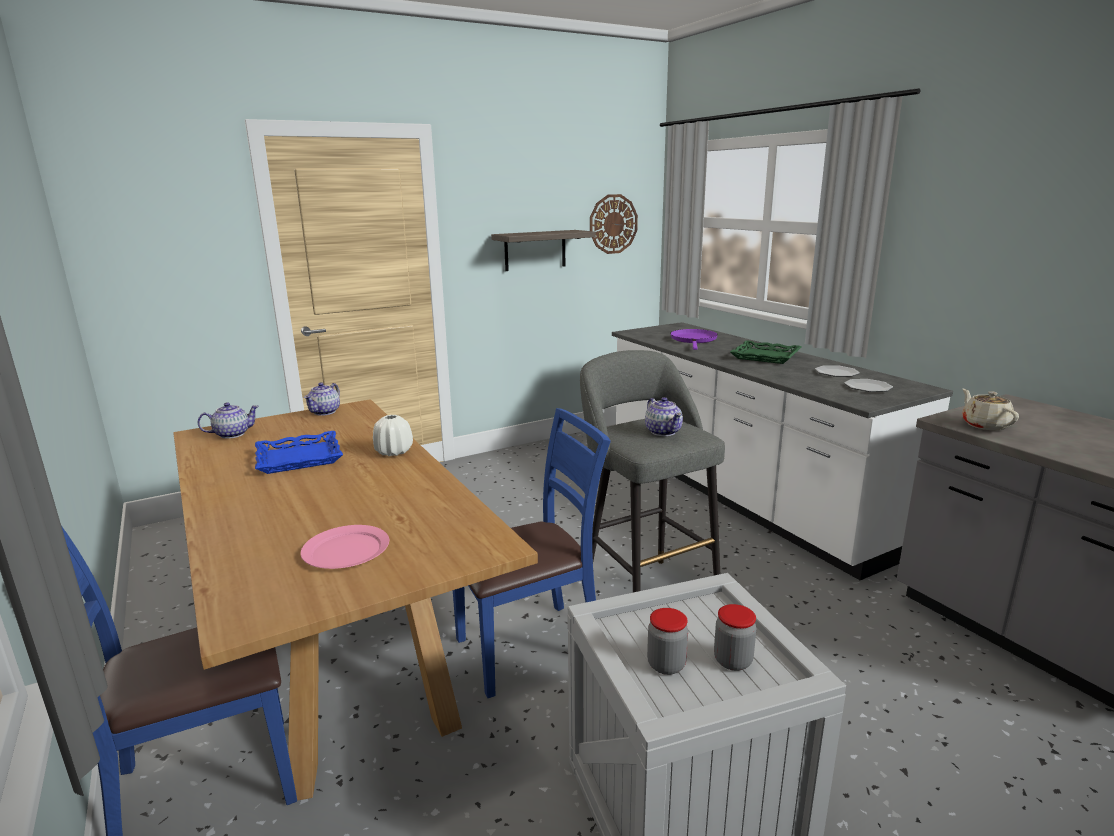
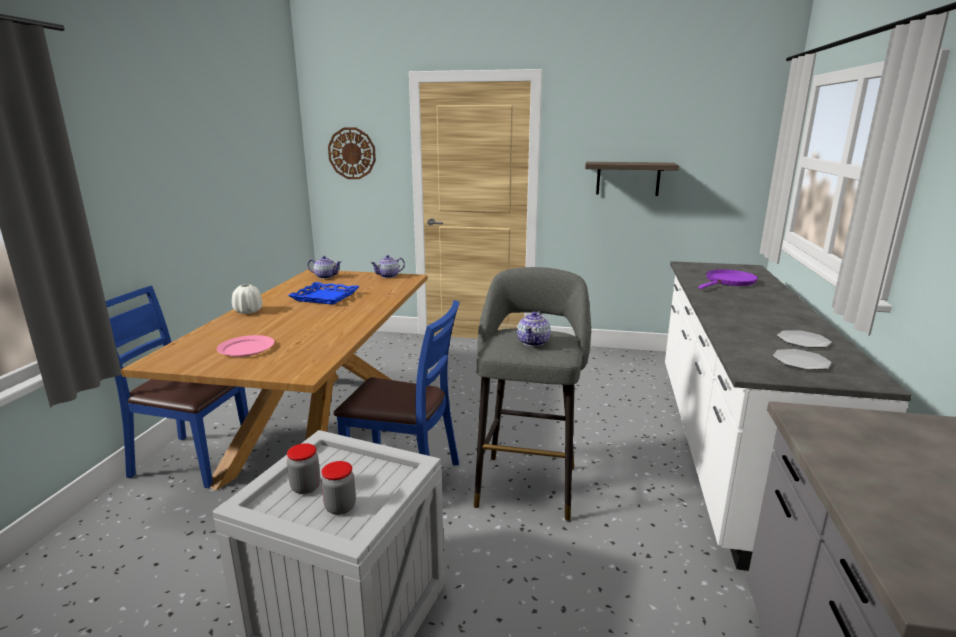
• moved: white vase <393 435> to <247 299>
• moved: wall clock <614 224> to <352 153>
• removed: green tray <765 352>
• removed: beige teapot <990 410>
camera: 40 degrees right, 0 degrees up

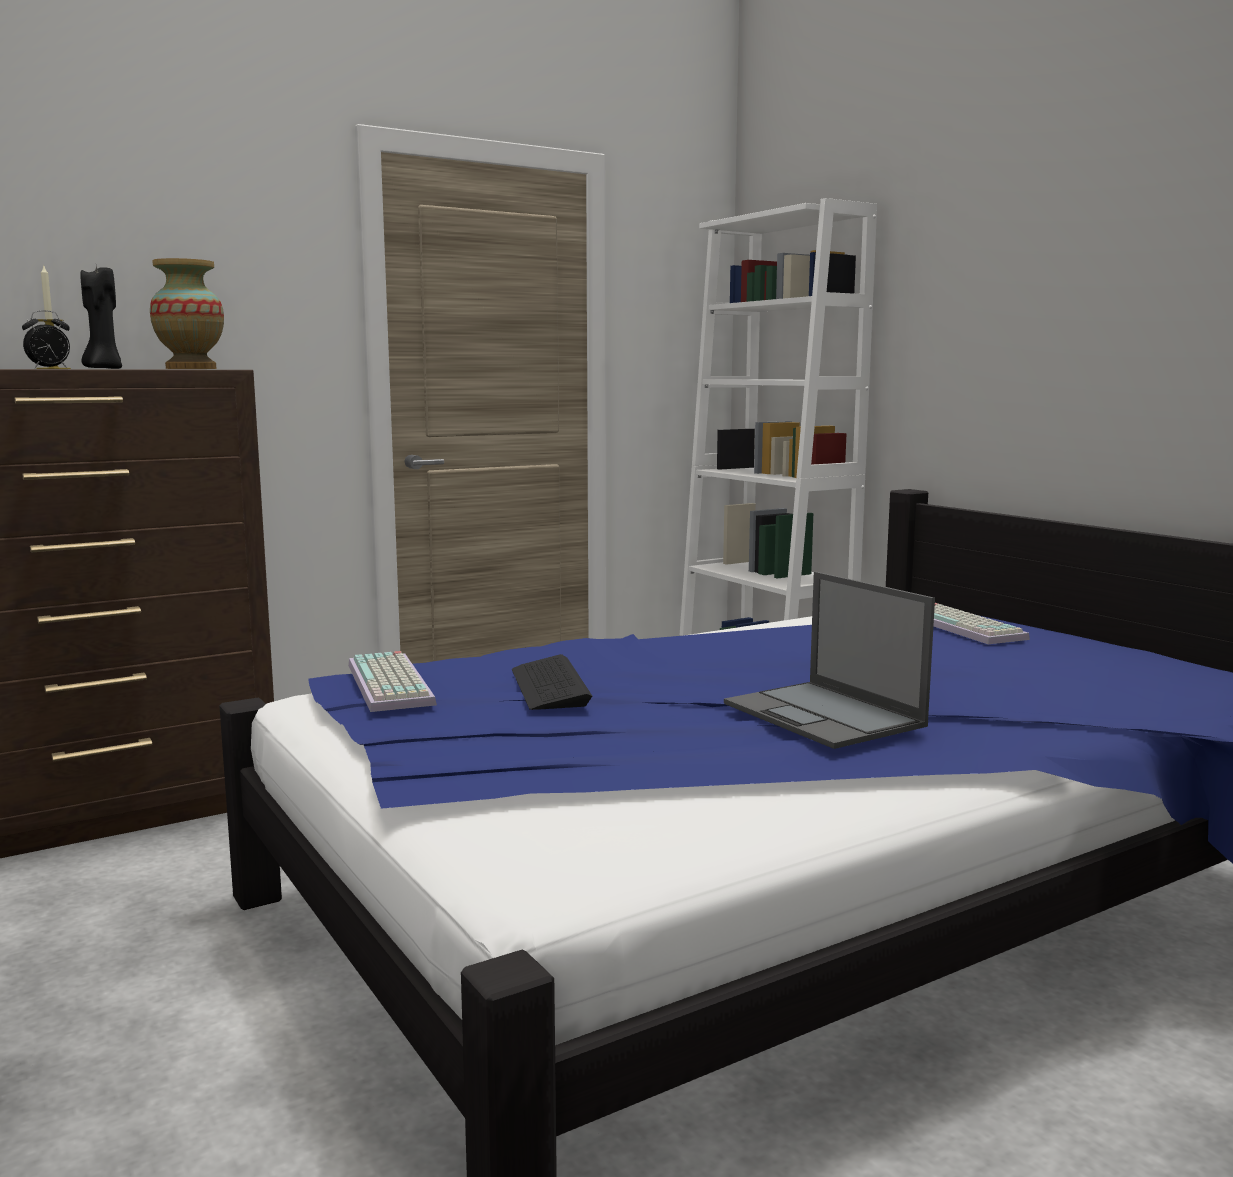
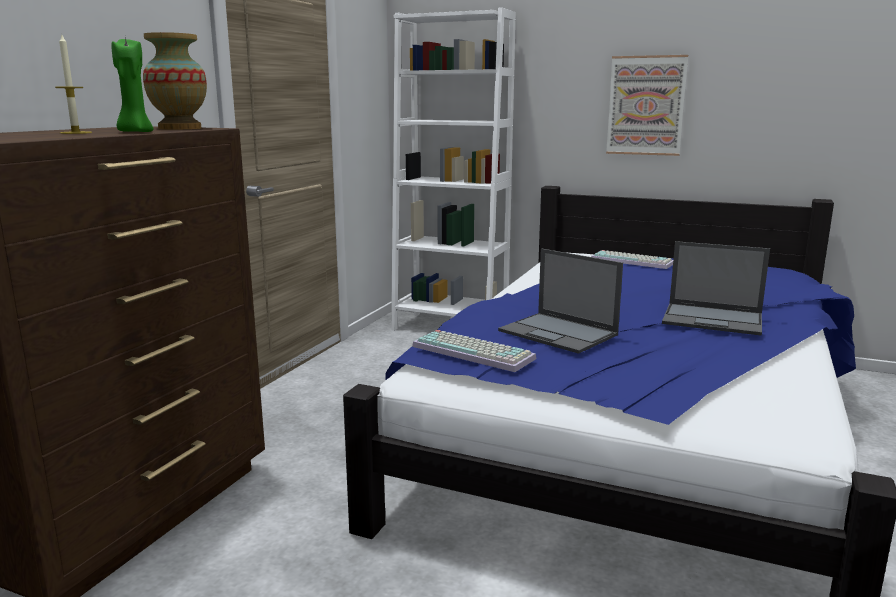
• recoloured: black candle <101 317> to green candle <132 84>
• replaced: keyboard <552 682> to laptop <560 301>
• added: picture <647 105>
• removed: alarm clock <46 339>
camera: 35 degrees left, 5 degrees up

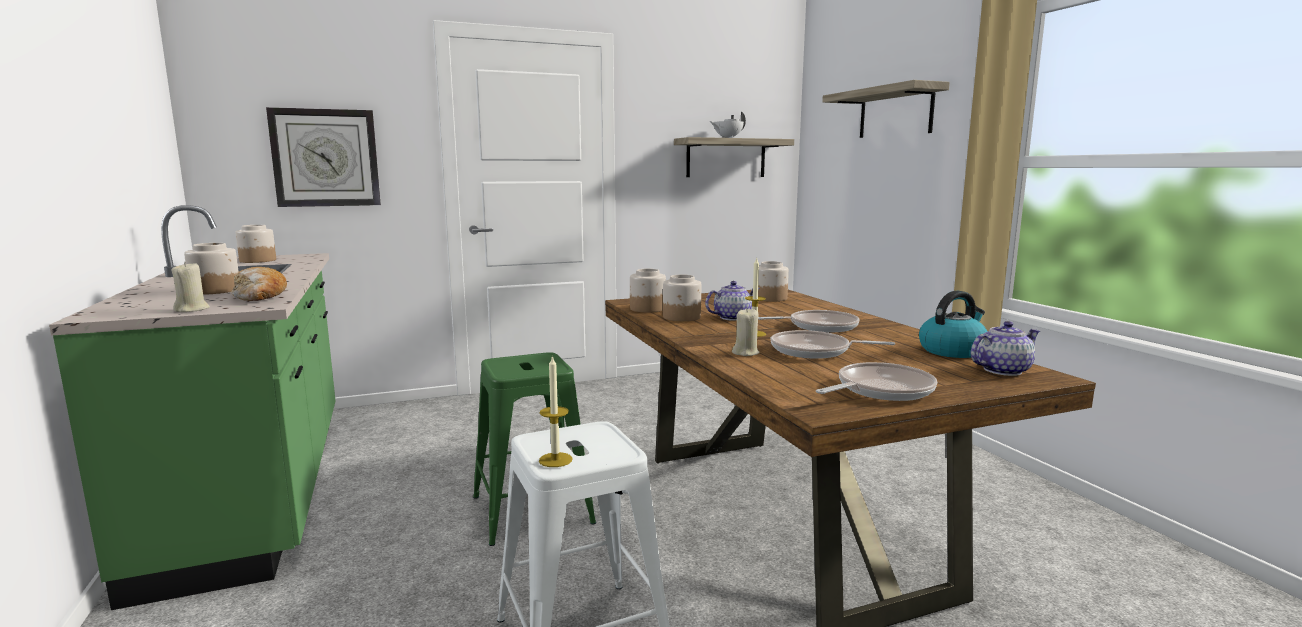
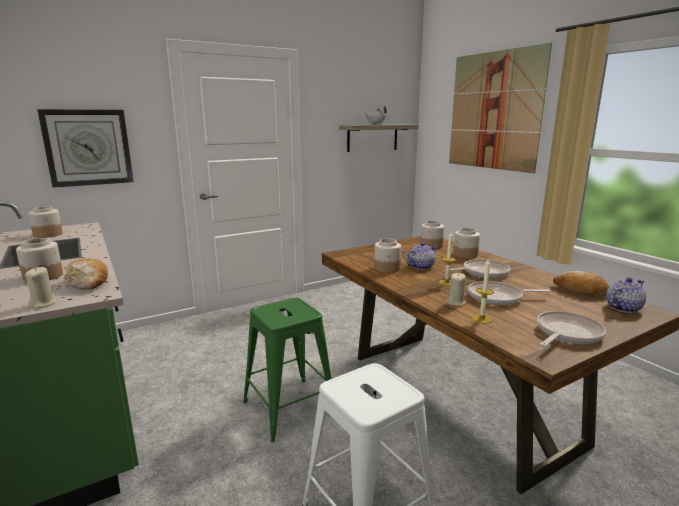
• replaced: shelf <886 109> to picture <500 108>
• moved: jar <648 291> to <466 243>
• moved: candle <556 411> to <483 291>
• replaced: kettle <953 324> to bread <581 283>
camera: 10 degrees left, 5 degrees up

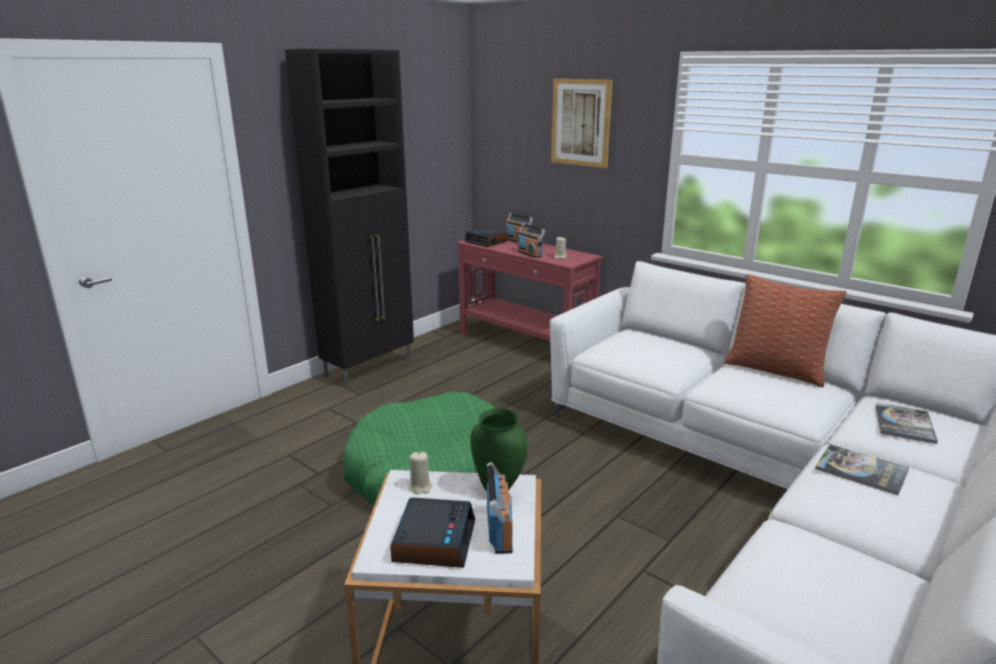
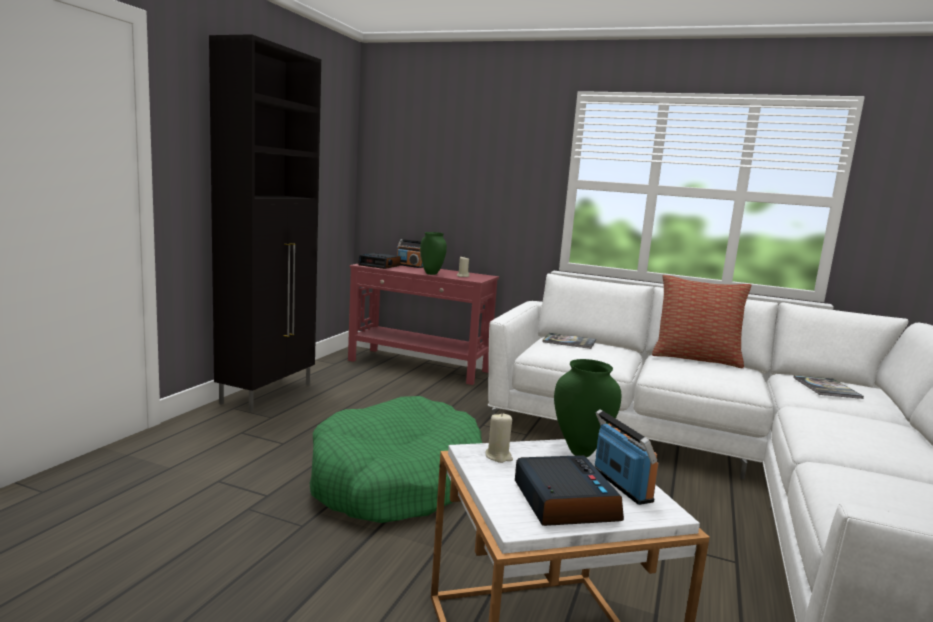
• replaced: radio <531 240> to green vase <433 253>
• moved: book <862 469> to <569 341>
• removed: picture <582 123>
camera: 20 degrees left, 10 degrees down

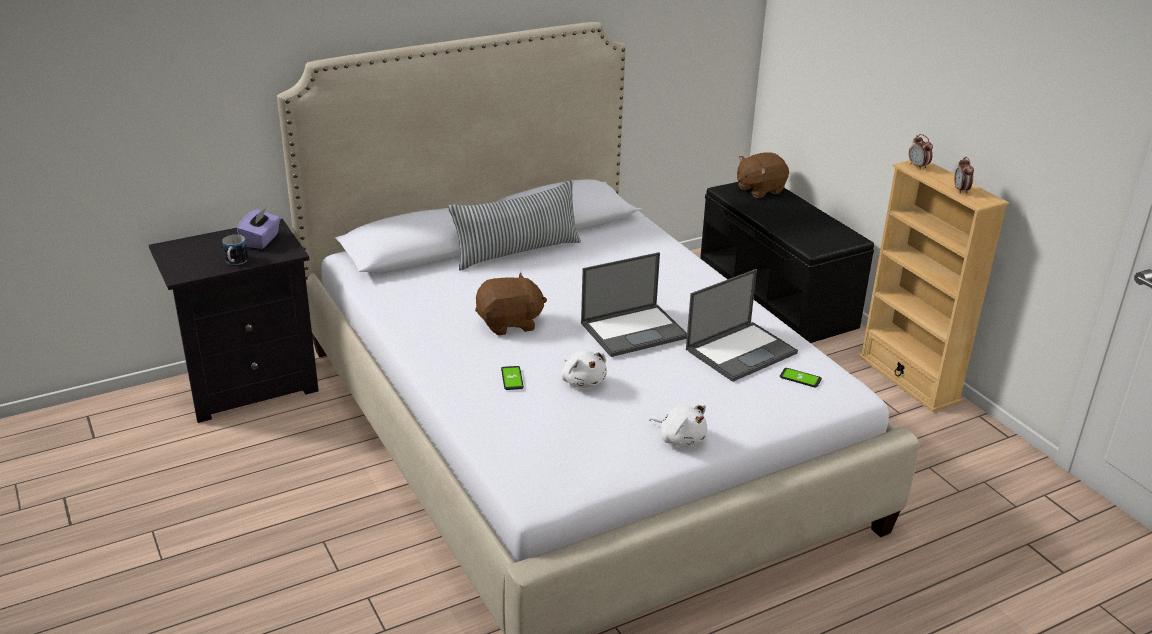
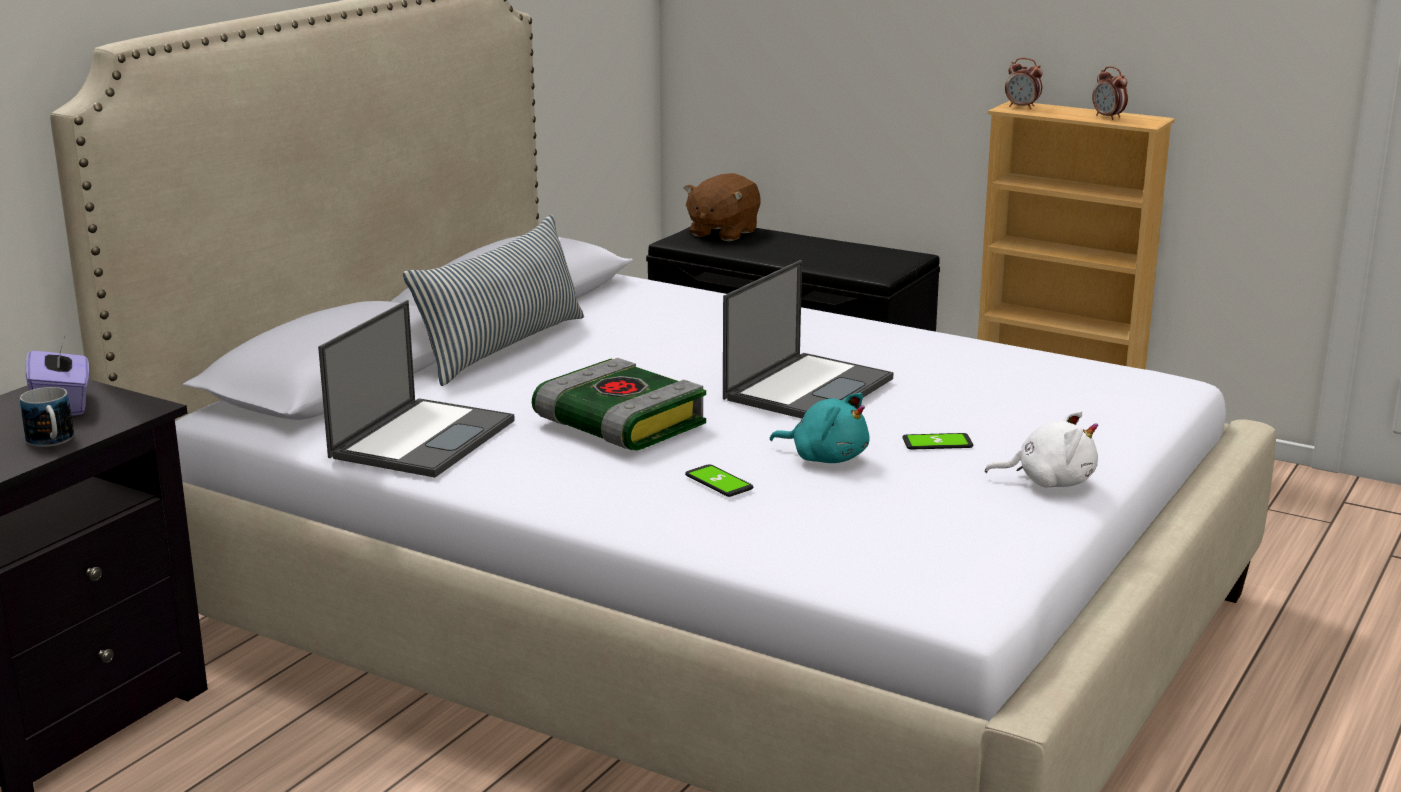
• moved: laptop <742 325> to <416 389>
• replaced: brown plush toy <511 304> to book <619 404>
• recoloured: white plush toy <584 369> to turquoise plush toy <820 428>
• moved: phone <801 378> to <937 441>
camera: 30 degrees left, 10 degrees down

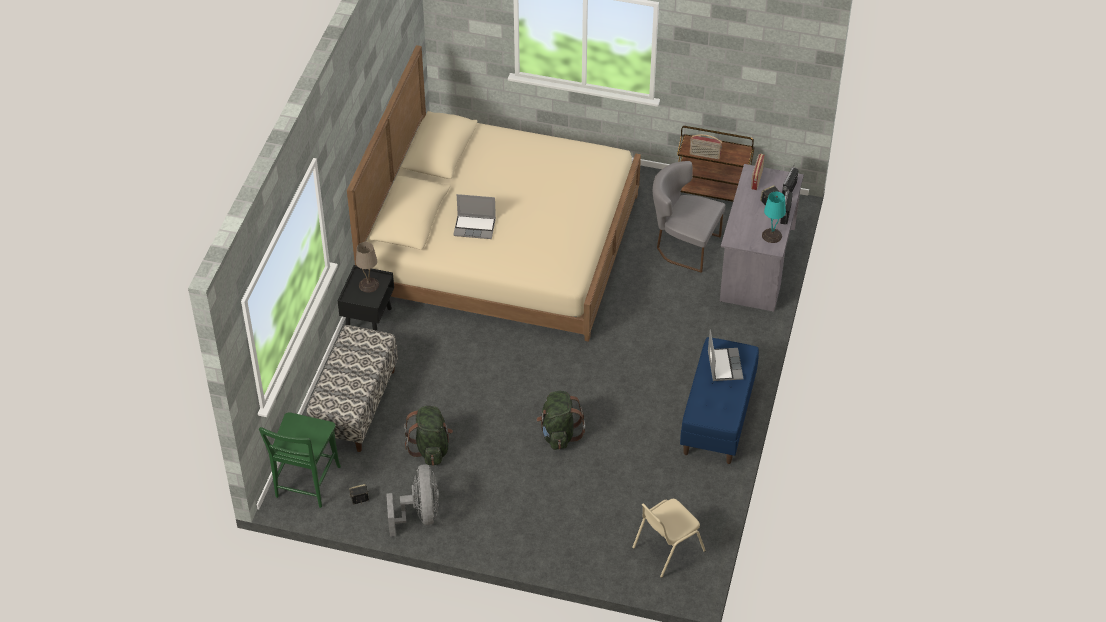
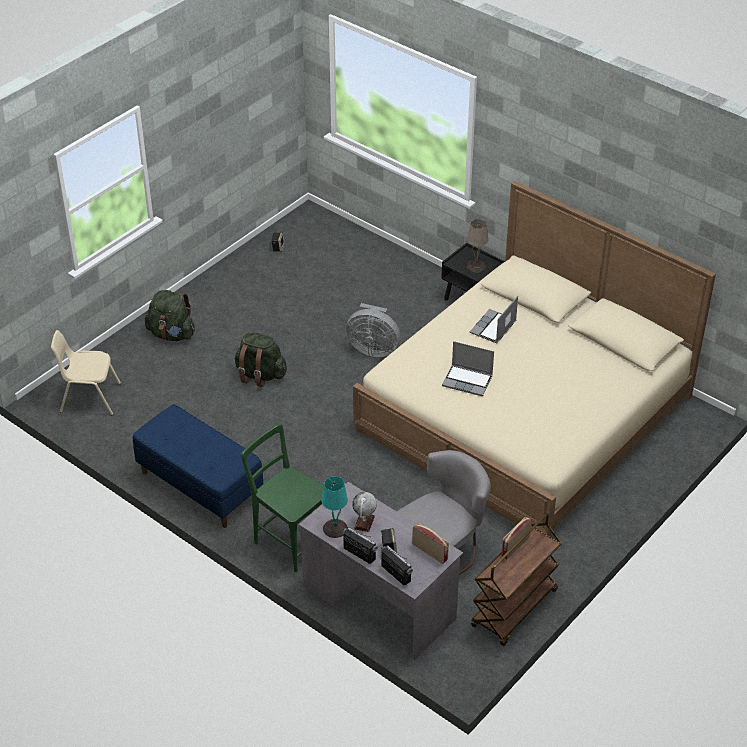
• turned: beige chair <669 538> = <86 372> 75 degrees counterclockwise
• moved: green backpack <428 435> to <170 315>
• moved: green chair <300 460> to <282 498>
• moved: grey fan <412 500> to <373 330>
• added: globe <364 512>
• moved: laptop <726 355> to <468 368>
• removed: bench <352 388>
camera: 115 degrees right, 5 degrees down

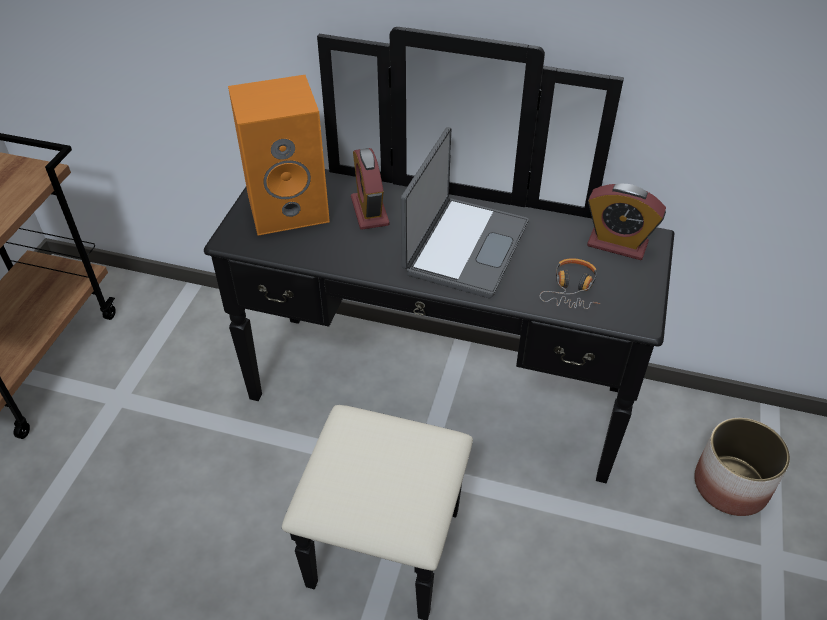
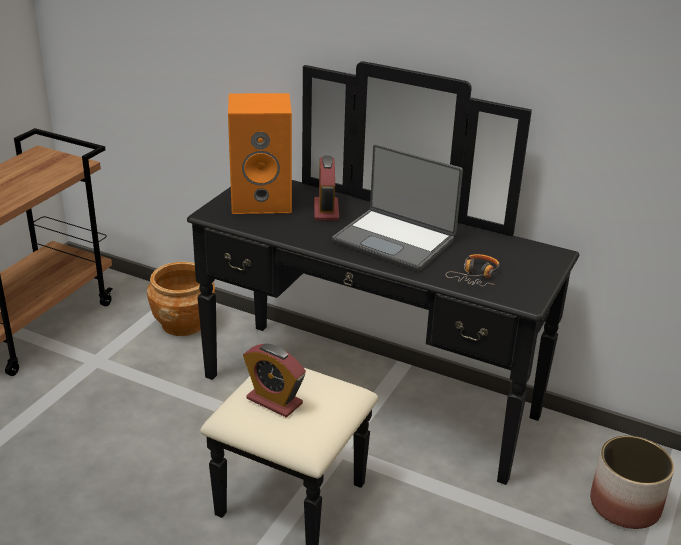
• added: brown planter <181 299>
• moved: alarm clock <626 222> to <274 380>
• turned: laptop <465 212> = <397 207> 90 degrees clockwise
camera: 10 degrees right, 15 degrees down

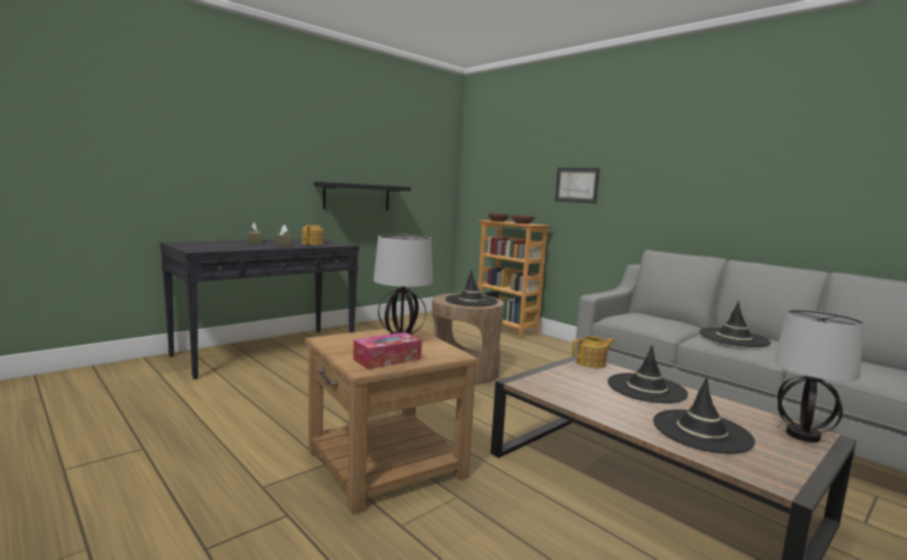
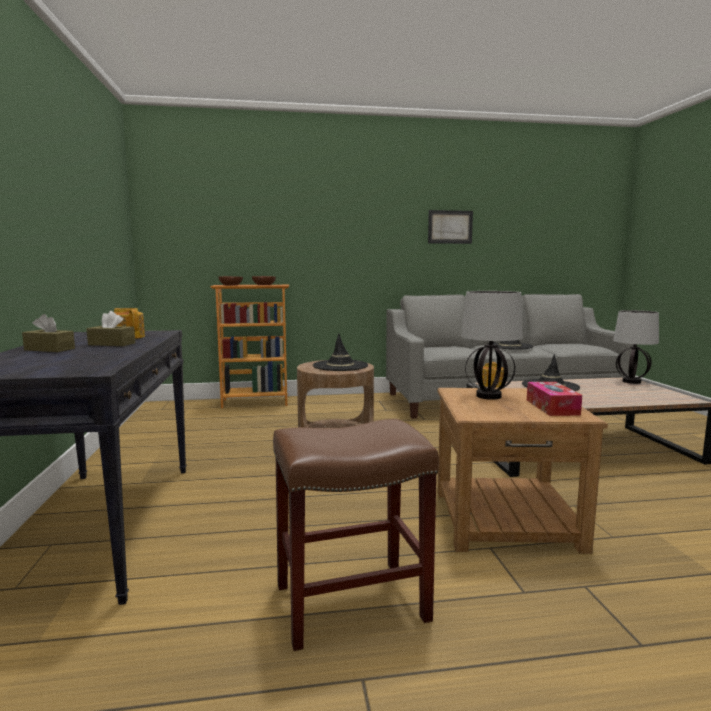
• added: brown stool <356 535>
• moved: picture <577 186> to <450 227>
• removed: black shelf <362 196>
• removed: black hat <704 415>
camera: 55 degrees left, 0 degrees up

